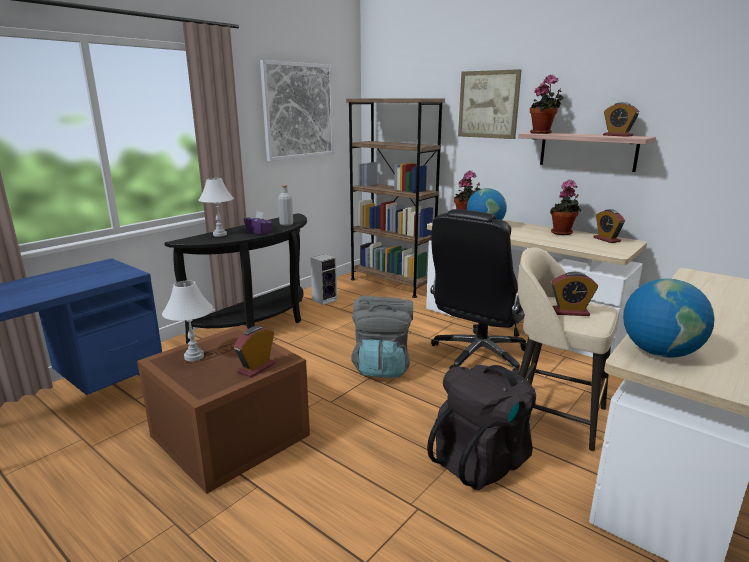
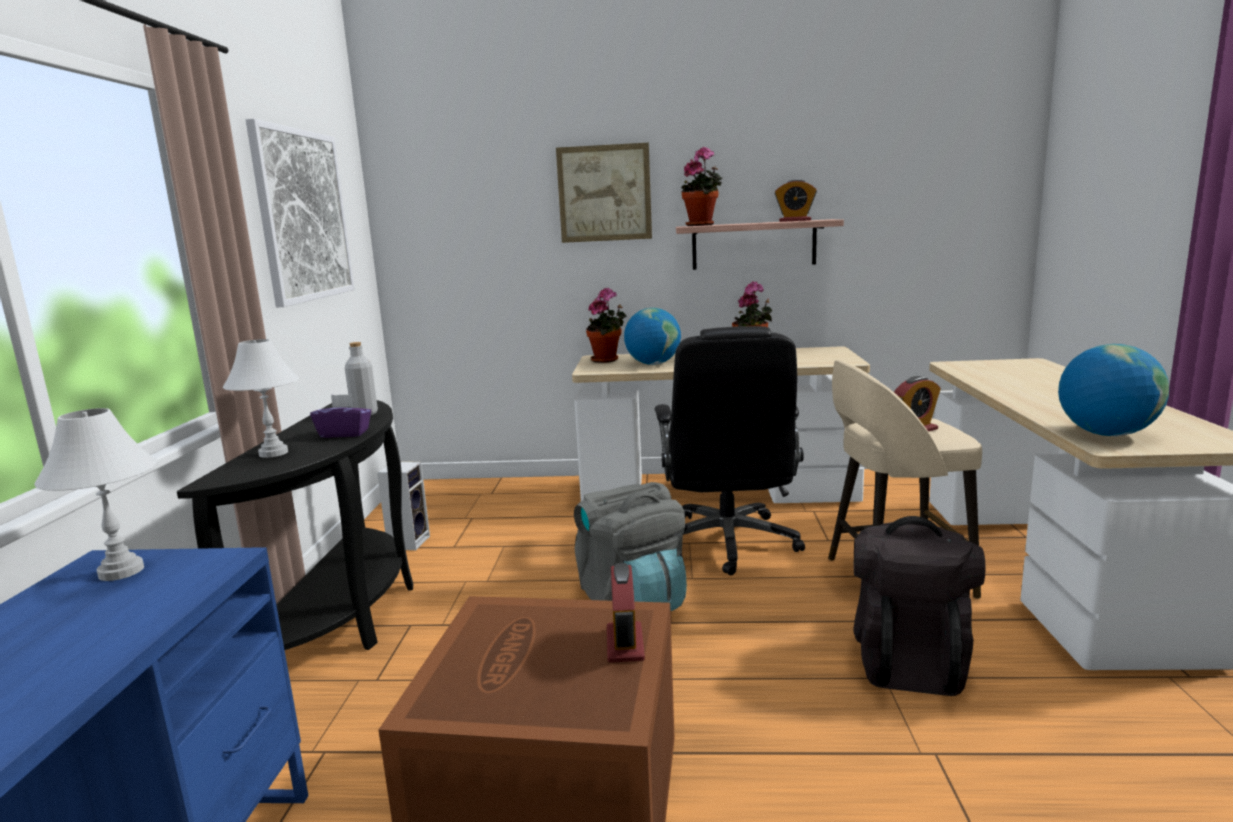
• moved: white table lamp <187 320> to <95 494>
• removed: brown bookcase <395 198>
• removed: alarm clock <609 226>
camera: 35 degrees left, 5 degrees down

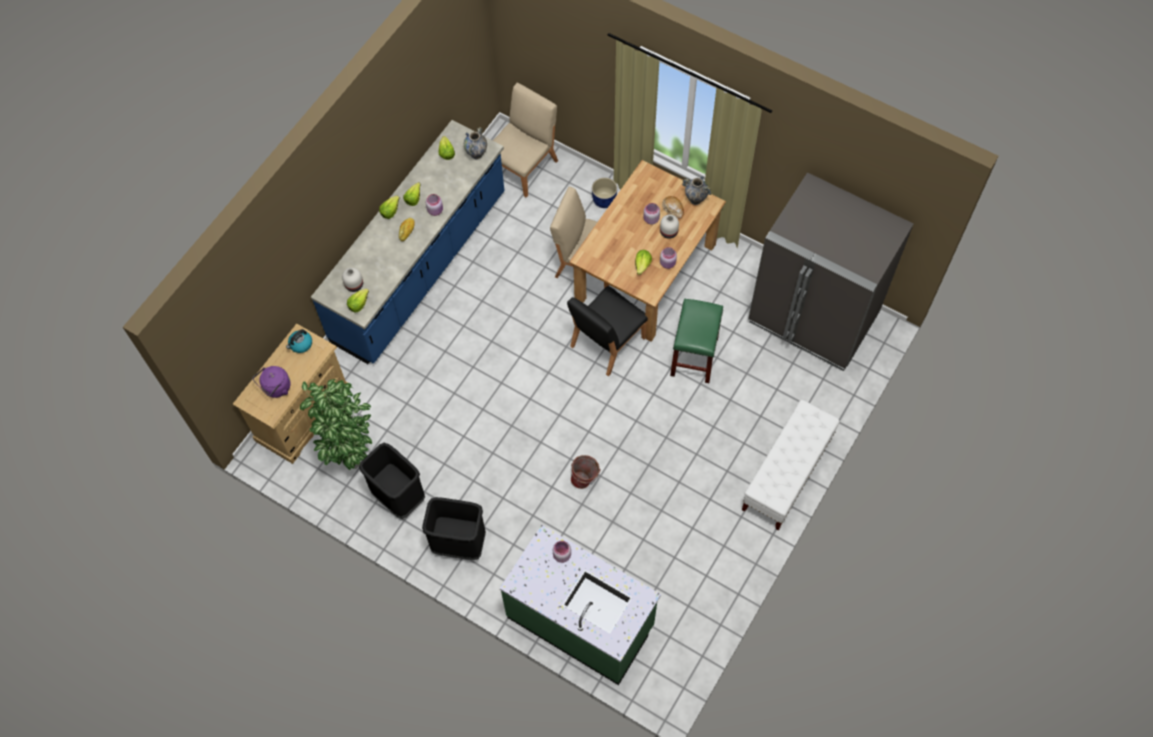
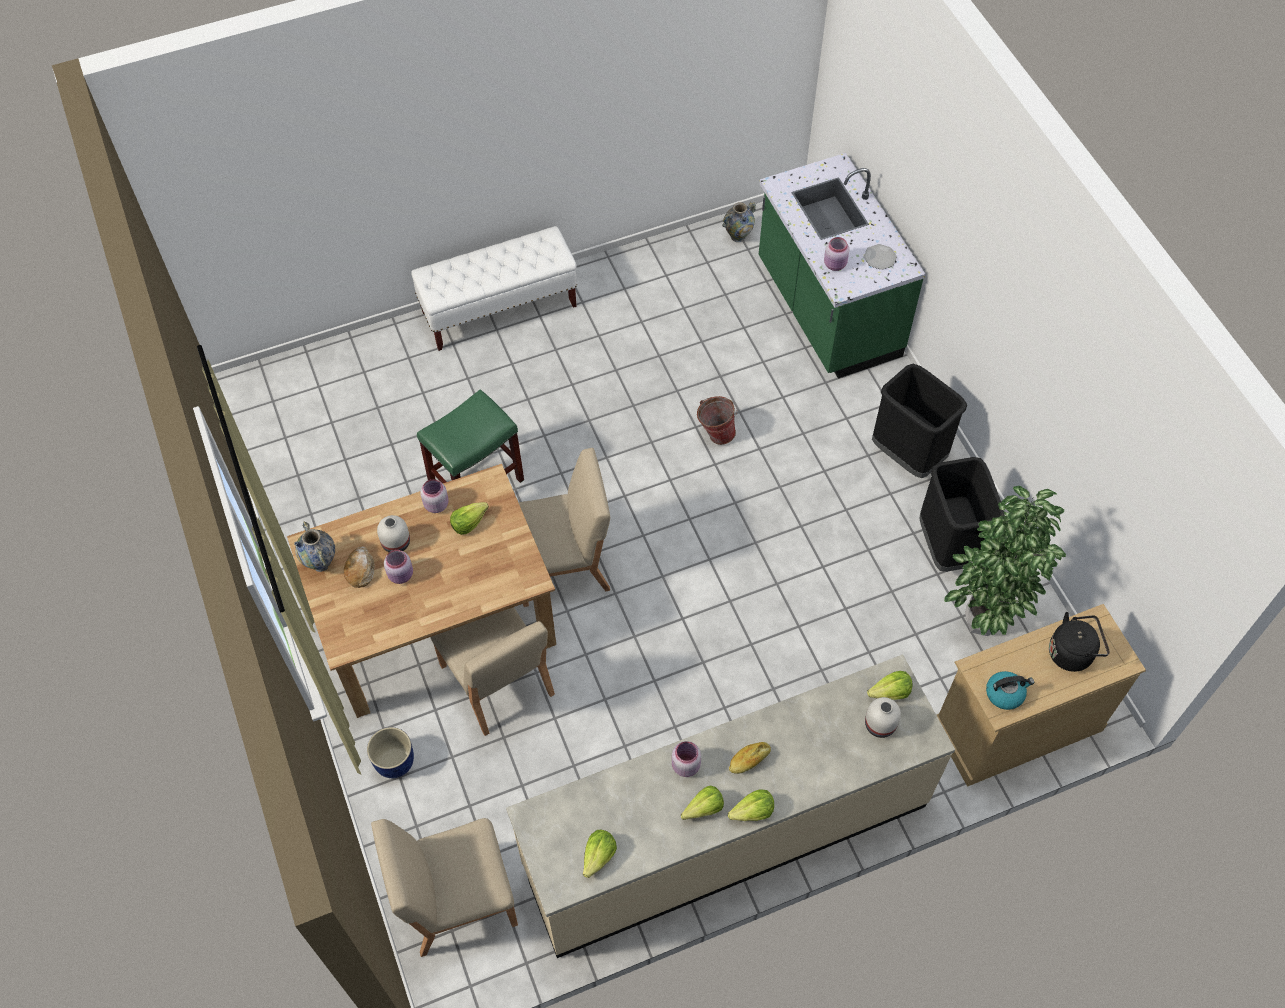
• recoloured: blue counter <408 242> to beige counter <730 806>
• recoloured: black chair <607 331> to beige chair <564 527>
• moved: vase <475 143> to <739 222>
• added: plate <880 257>
• recoloured: purple kettle <272 382> to black kettle <1079 642>
• removed: grey fridge <831 271>
camera: 145 degrees left, 5 degrees down

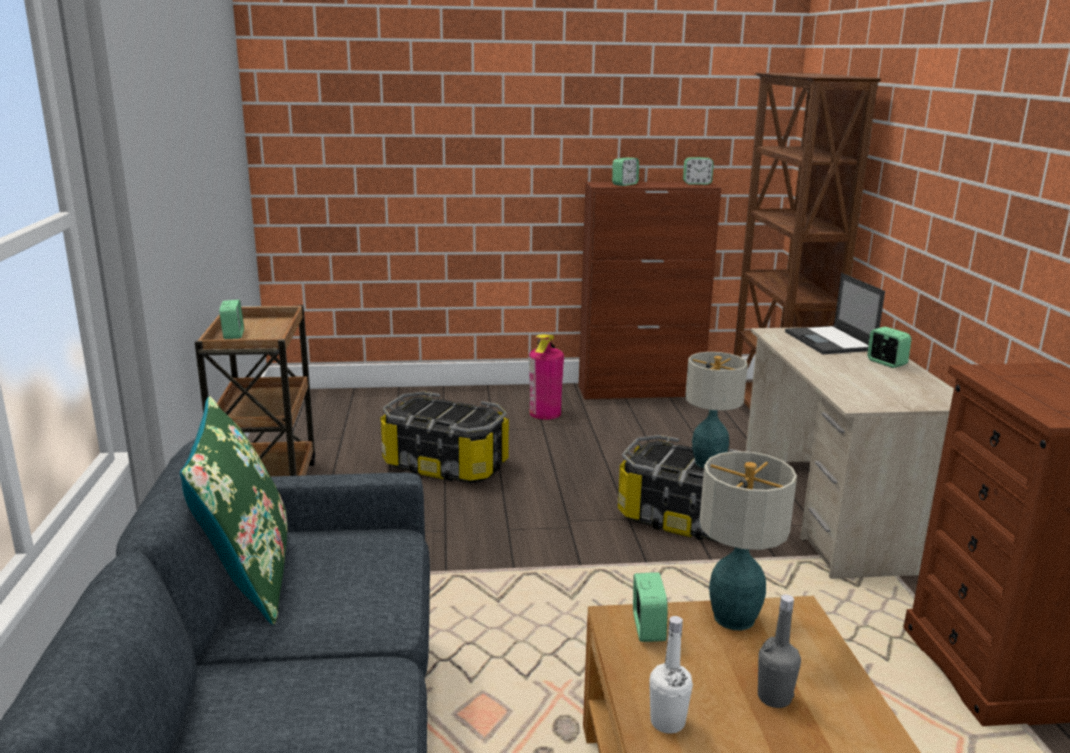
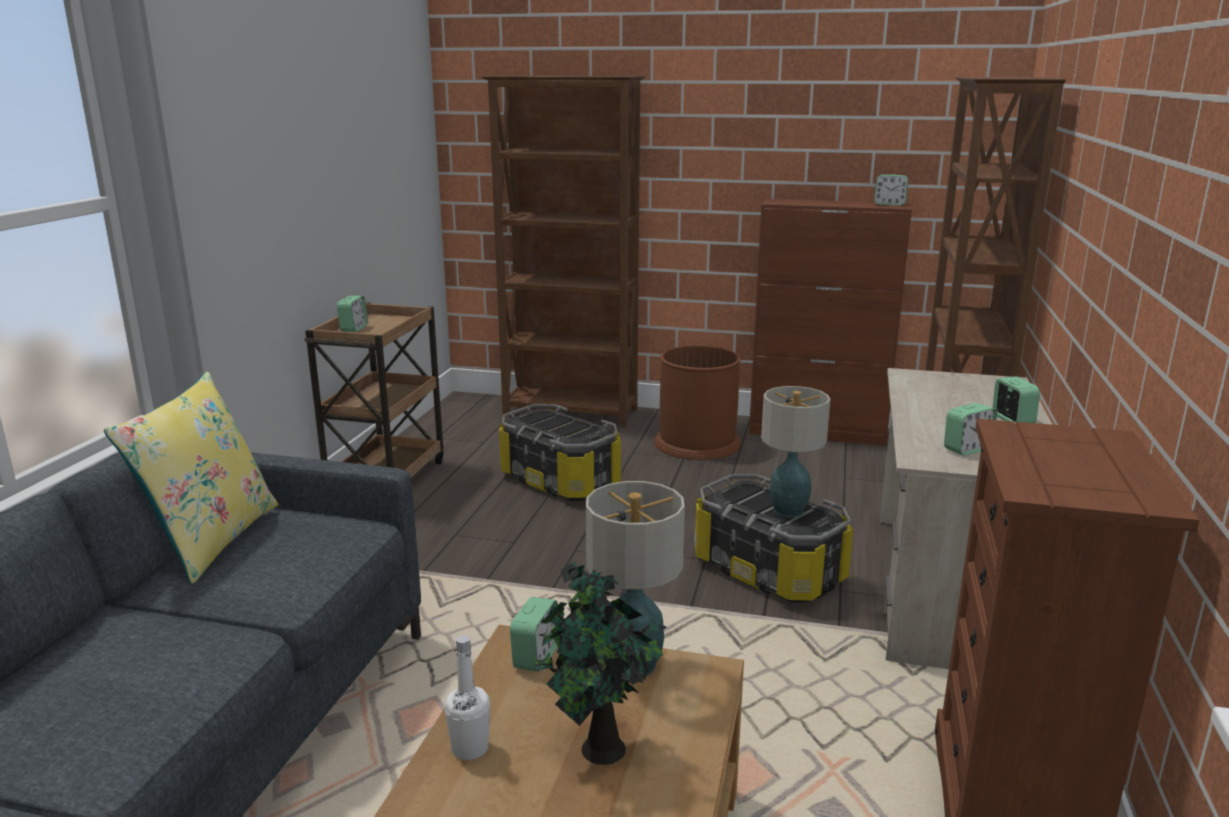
• recoloured: green pillow <233 510> to yellow pillow <191 478>
• added: brown bookcase <563 251>
• replaced: grey bottle <779 651> to potted plant <601 663>
• replaced: fire extinguisher <546 377> to brown trash can <697 403>
• moved: alarm clock <625 172> to <970 429>
• removed: laptop <835 313>
camera: 20 degrees right, 0 degrees up

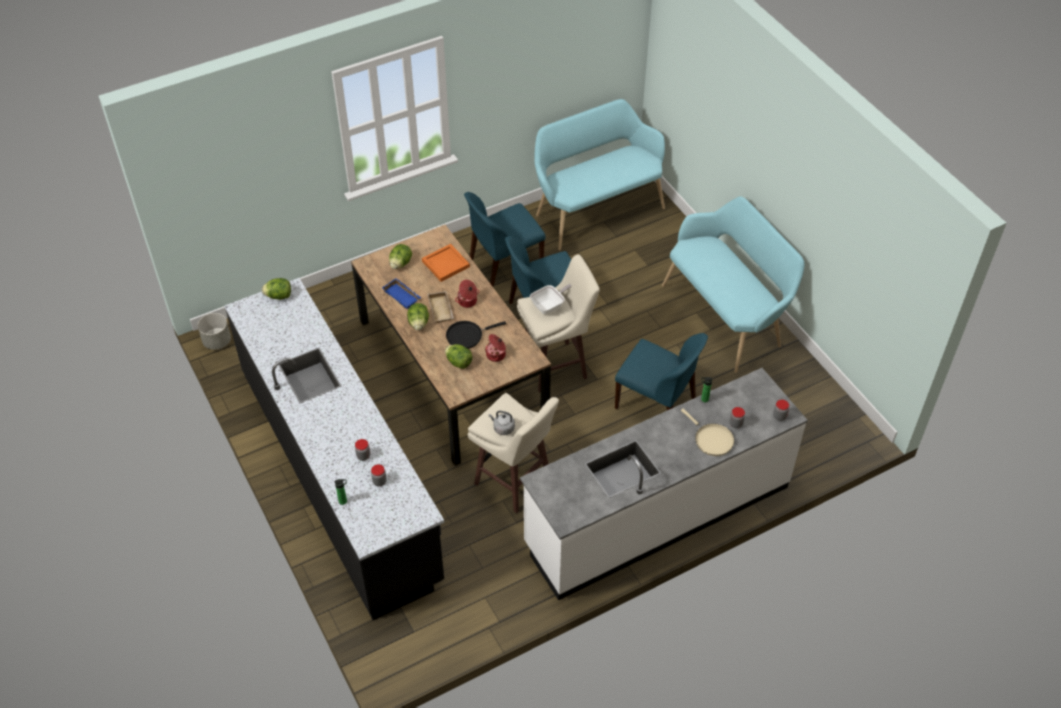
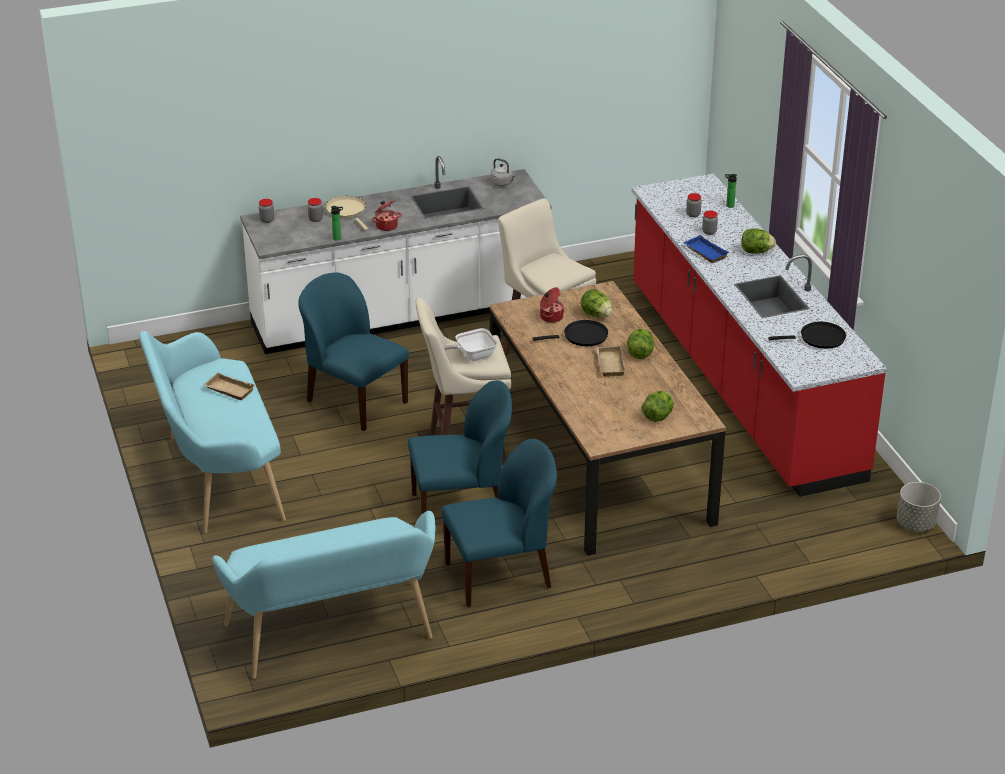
• added: beige tray <230 386>
• moved: cooking pot <467 294> to <386 215>
• moved: grey kettle <502 423> to <503 172>
• recoloured: black counter <334 449> to red counter <759 335>
• moved: blue tray <401 293> to <706 249>
• moved: lettuce <276 289> to <758 241>
• added: black frying pan <807 335>
• removed: orange tray <446 263>
camera: 170 degrees left, 15 degrees down

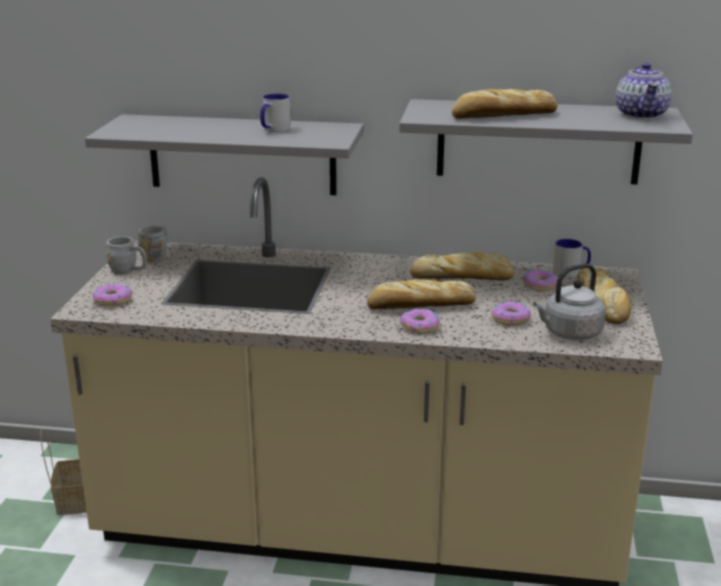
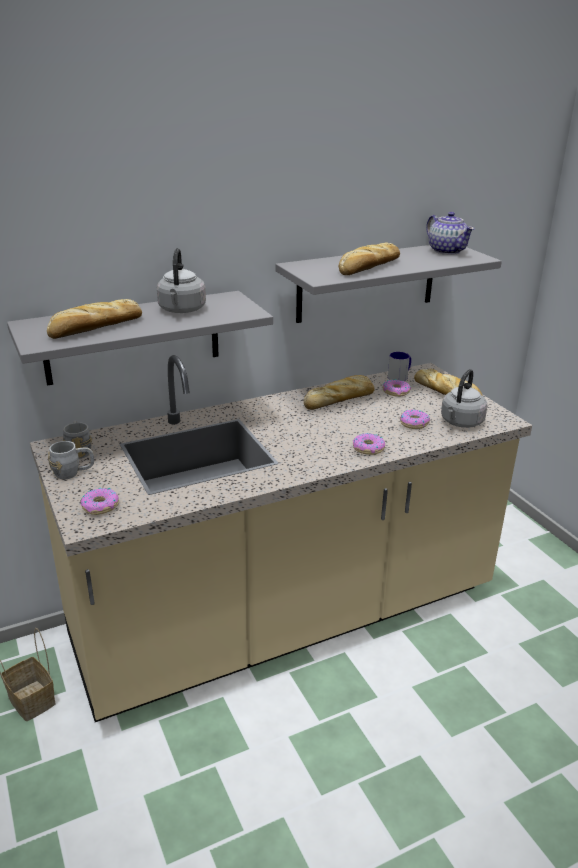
• moved: bread <421 294> to <94 319>
• replaced: mug <275 113> to grey kettle <181 280>
camera: 35 degrees left, 5 degrees up

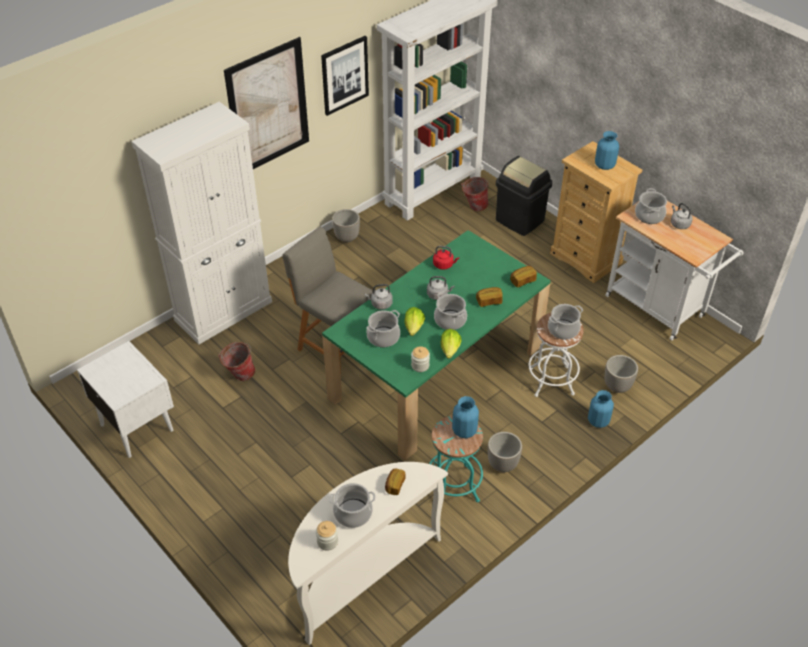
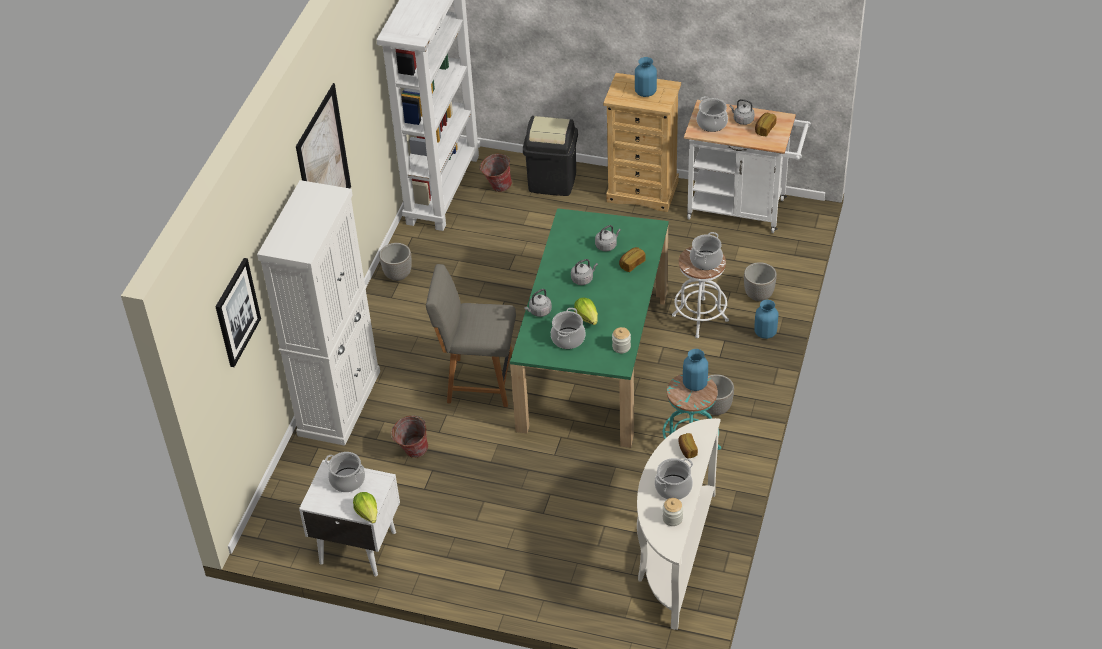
• moved: picture <345 76> to <238 312>
• moved: cooking pot <450 311> to <345 472>
• moved: lettuce <451 344> to <365 508>
• added: grey kettle <608 238>
• moved: bread <523 277> to <766 124>
• removed: red kettle <446 257>
camera: 30 degrees left, 0 degrees up

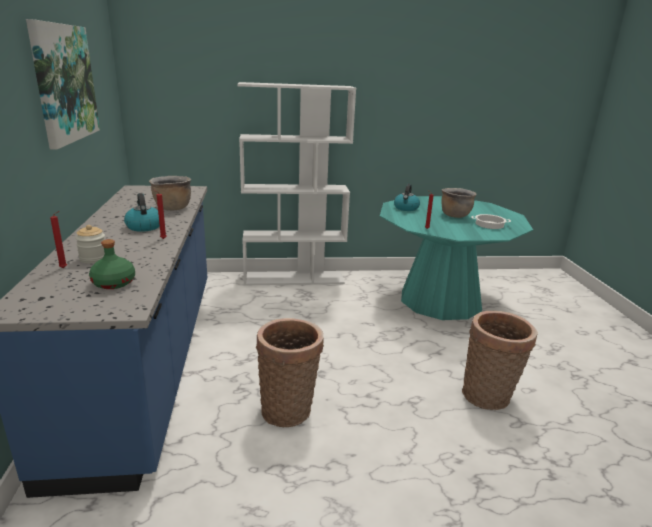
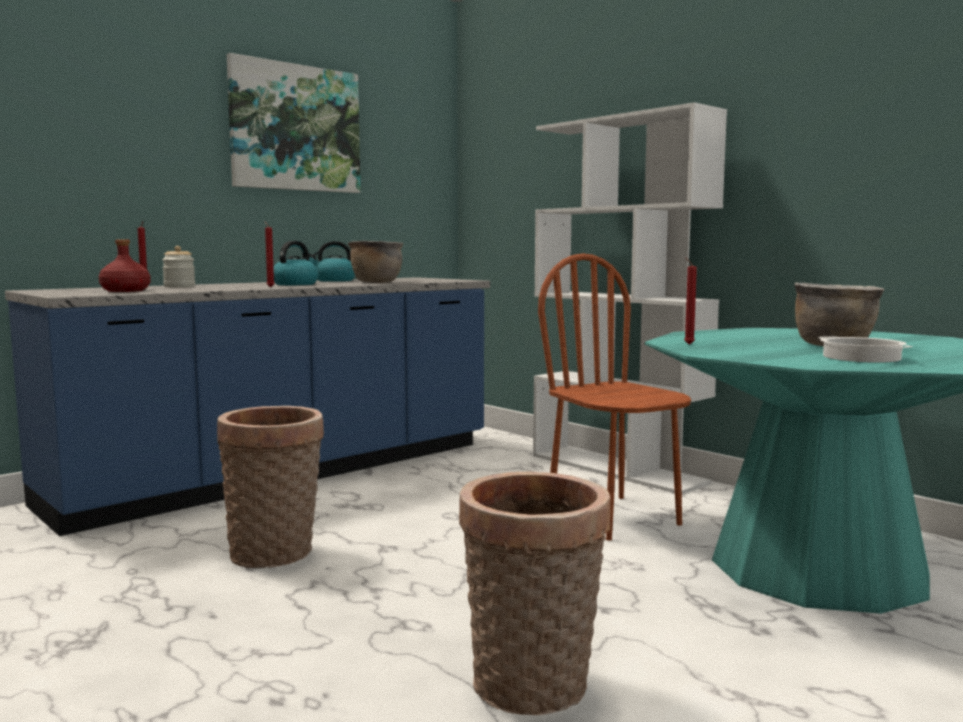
• recoloured: green bottle <112 264> to red bottle <124 265>
• moved: kettle <407 197> to <333 261>
• added: brown chair <614 397>
camera: 55 degrees right, 15 degrees down

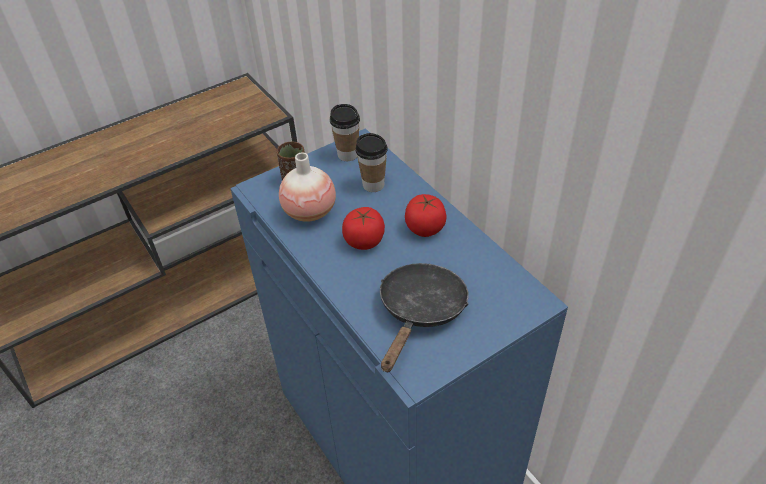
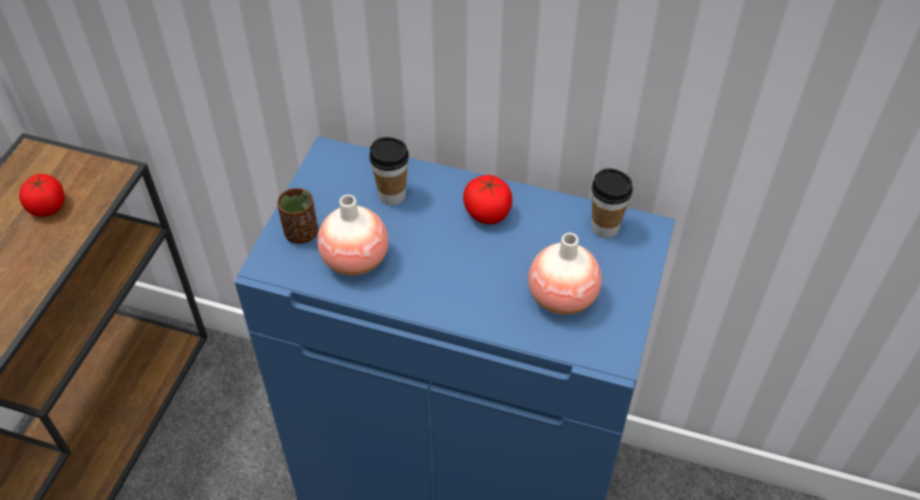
• moved: tomato <363 228> to <41 195>
• replaced: black frying pan <424 317> to vase <565 274>
• moved: cup <345 132> to <612 203>
camera: 40 degrees left, 5 degrees up

